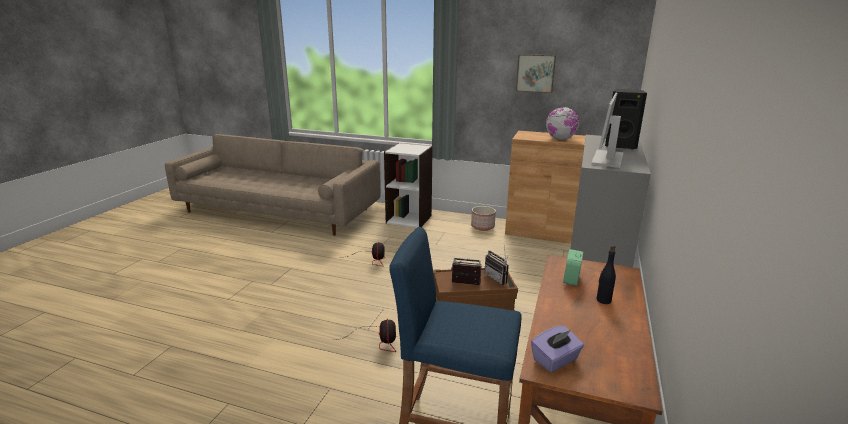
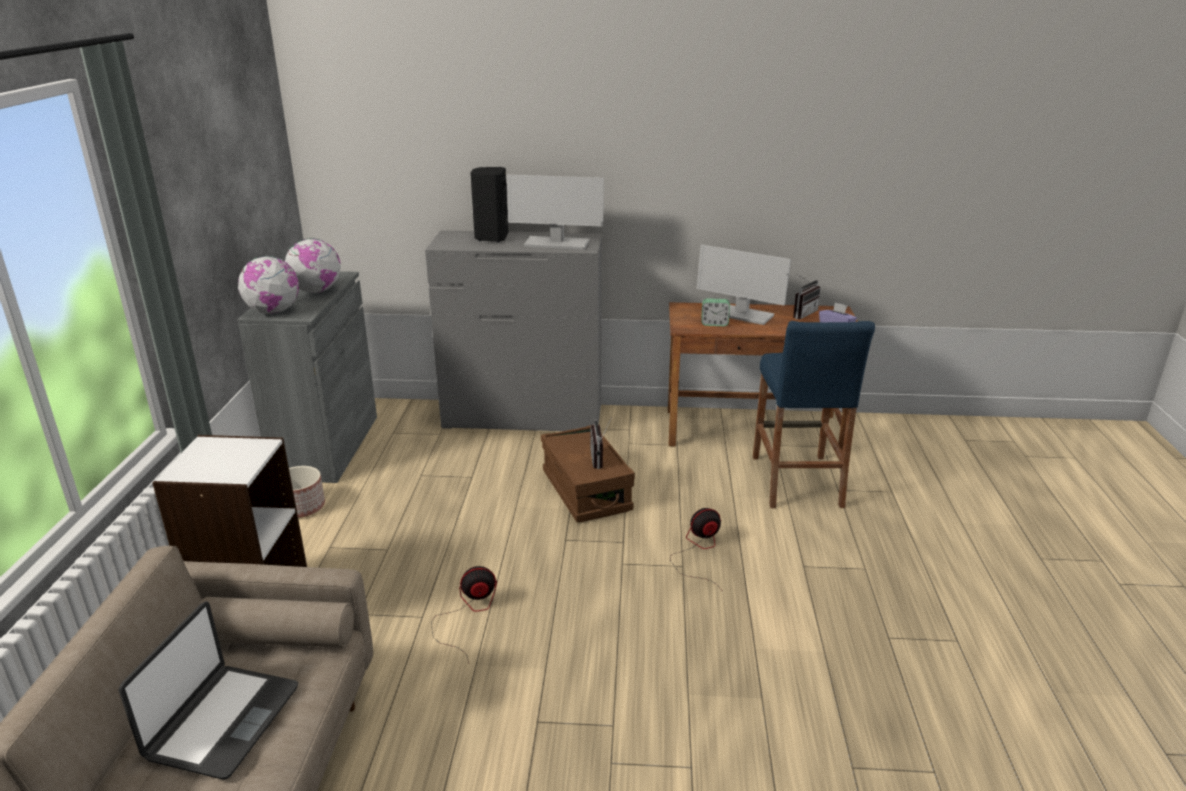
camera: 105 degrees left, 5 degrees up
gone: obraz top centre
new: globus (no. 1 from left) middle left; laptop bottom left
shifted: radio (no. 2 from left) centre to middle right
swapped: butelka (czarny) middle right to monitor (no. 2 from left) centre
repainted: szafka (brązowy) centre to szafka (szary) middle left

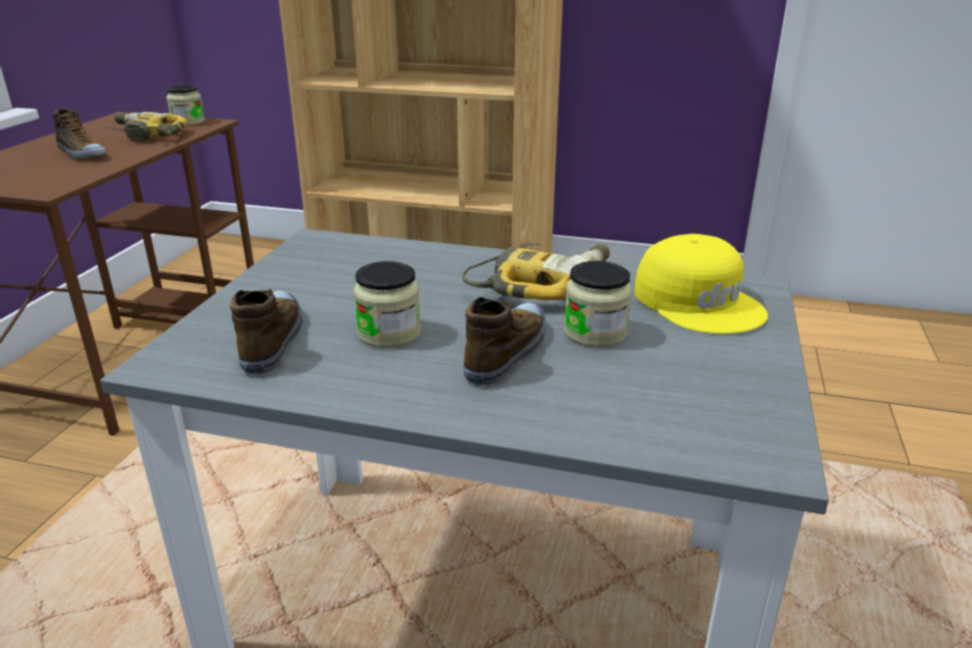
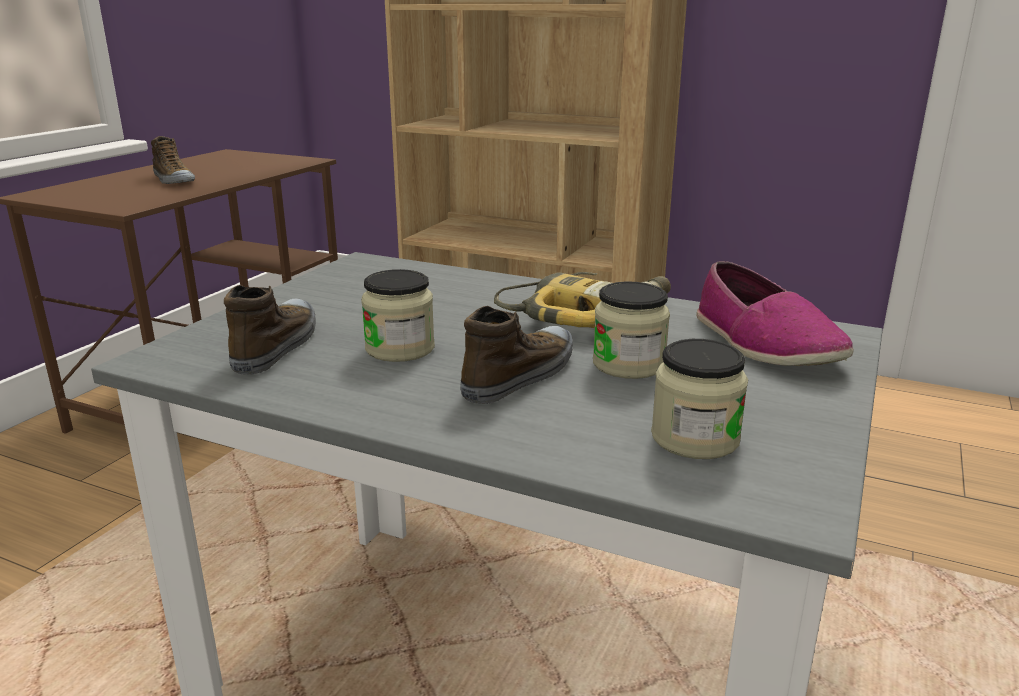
camera: 10 degrees right, 5 degrees down
gone: wiertarka (no. 1 from left) top left
shifted: słoik (no. 1 from left in the first image) top left to słoik (no. 3 from left) middle right
swapped: czapka z daszkiem (żółty) middle right to but (no. 4 from left) middle right

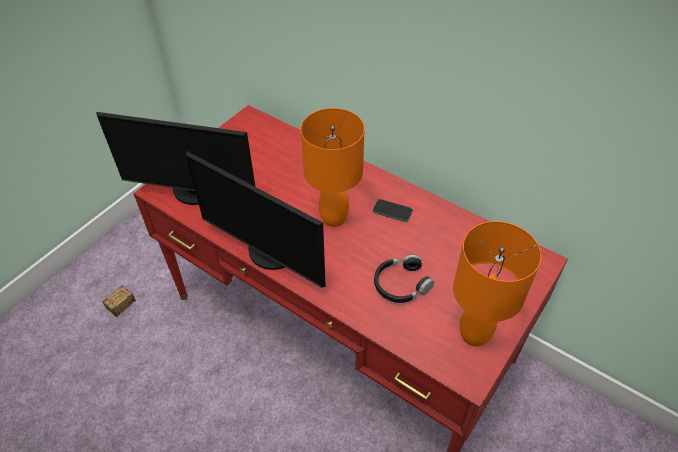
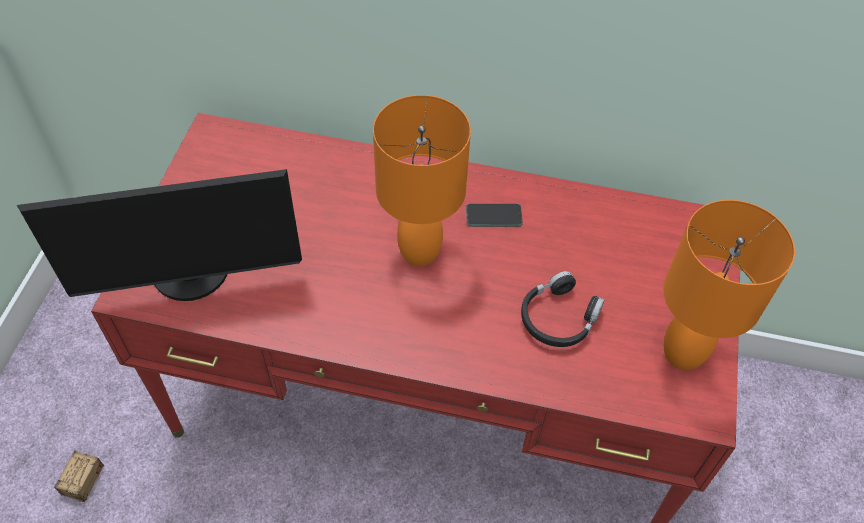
camera: 25 degrees left, 5 degrees up
gone: monitor (no. 2 from left) centre

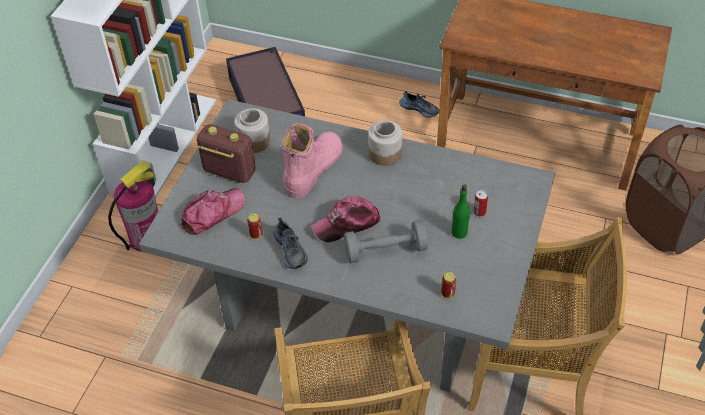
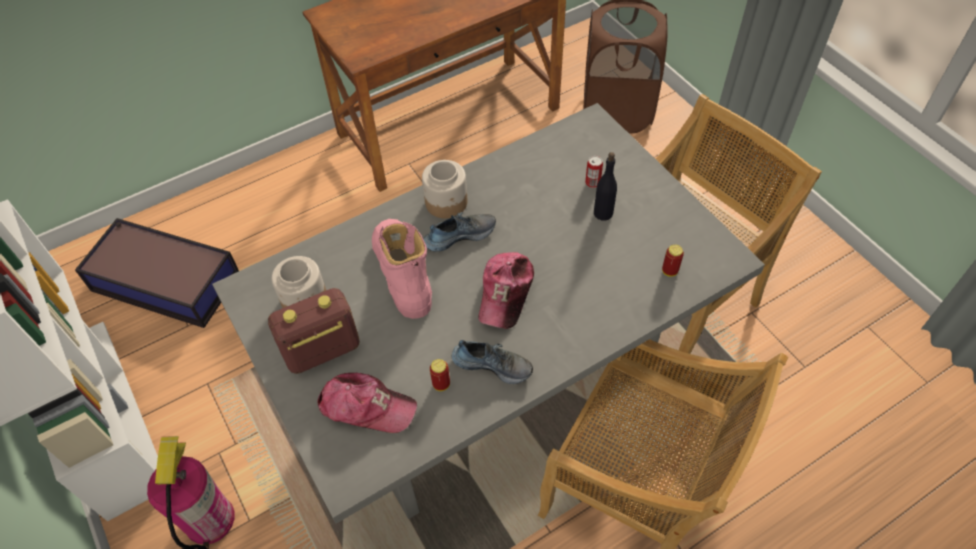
camera: 50 degrees left, 5 degrees up
gone: hantel (szary) centre
shifted: but (no. 2 from left in the first image) top centre to but (no. 1 from left) centre
repainted: butelka (zielony) centre to butelka (czarny) centre
rotated: czapka z daszkiem (no. 1 from left) middle left = bottom centre 105 degrees clockwise

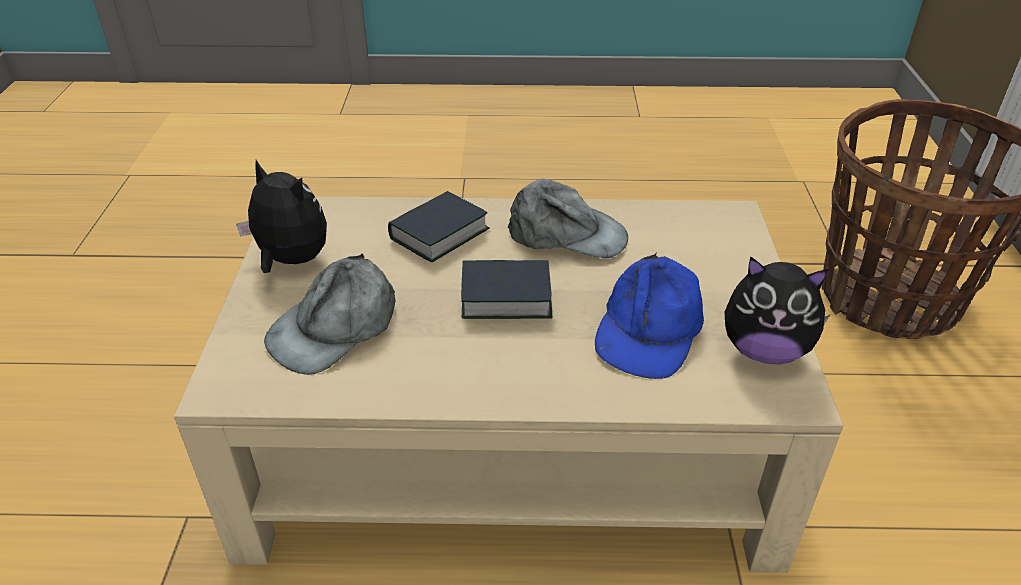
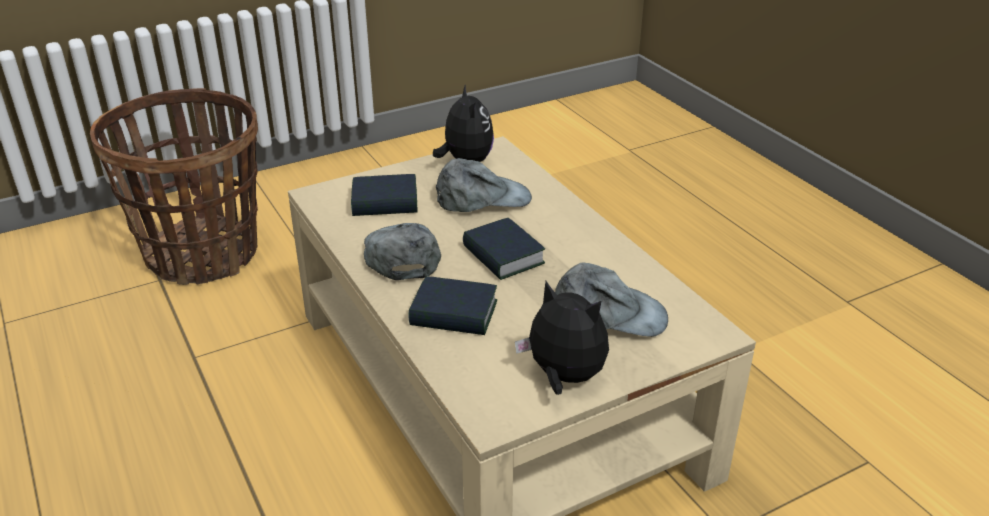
camera: 120 degrees left, 5 degrees down
new: książka (no. 1 from left) centre
repainted: czapka z daszkiem (niebieski) centre to czapka z daszkiem (szary) (no. 2 from left) centre
rotated: pluszak (no. 1 from left in the first image) middle left = centre 120 degrees clockwise

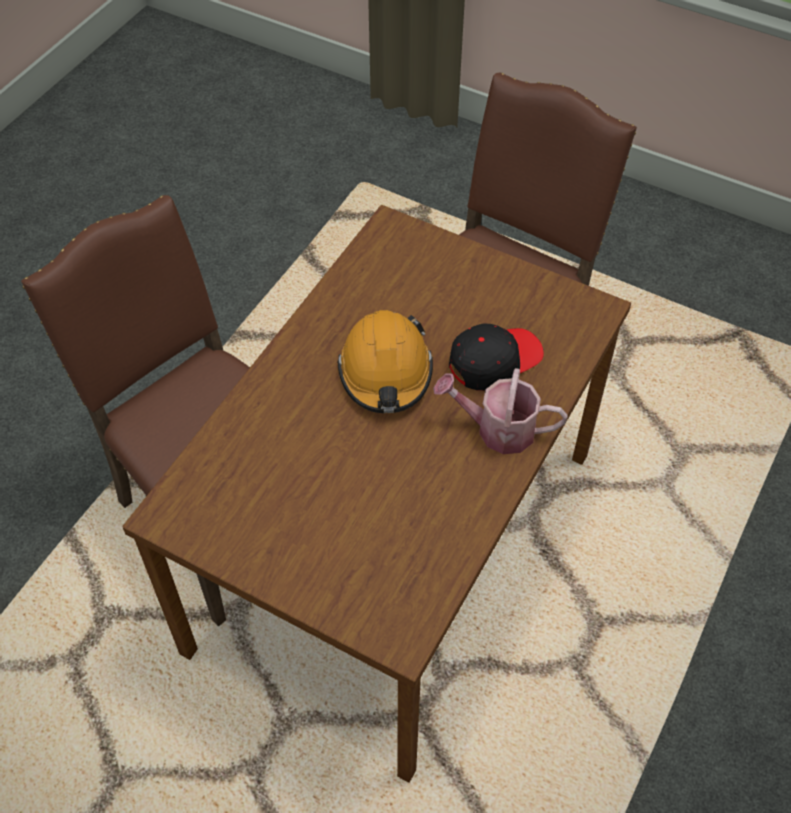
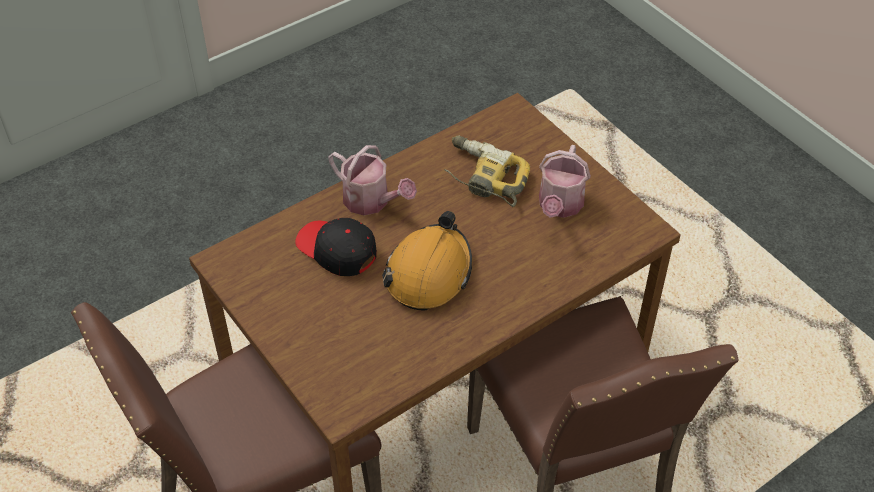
camera: 155 degrees left, 5 degrees down
new: wiertarka centre; konewka (no. 2 from left) centre
rotated: czapka z daszkiem (czarny) centre = centre 45 degrees clockwise

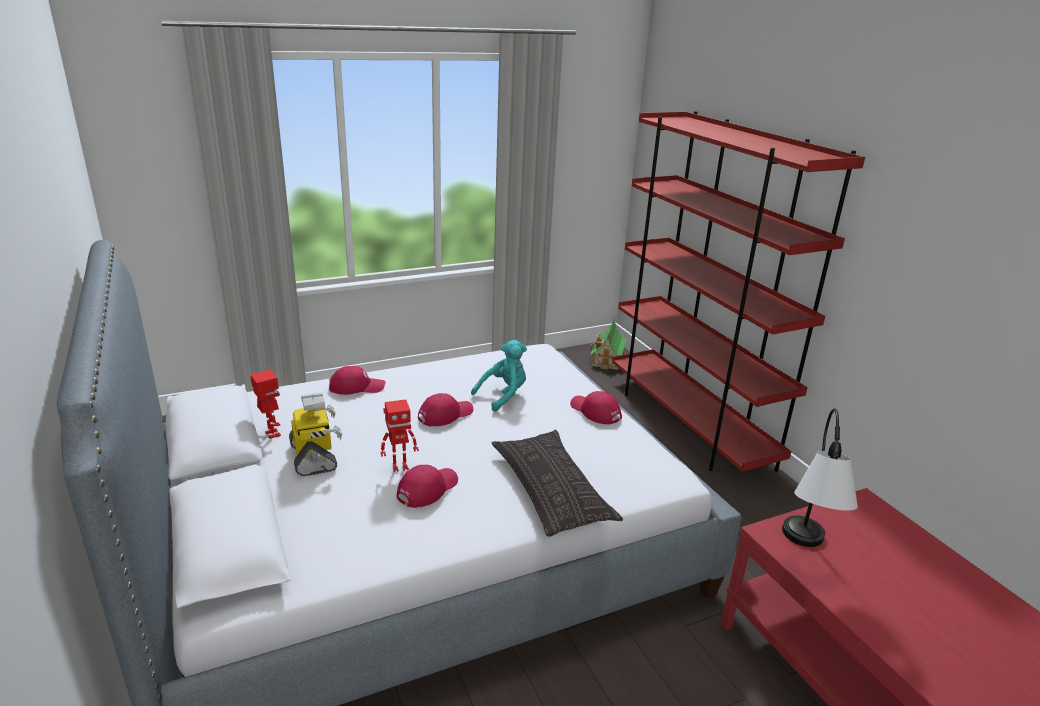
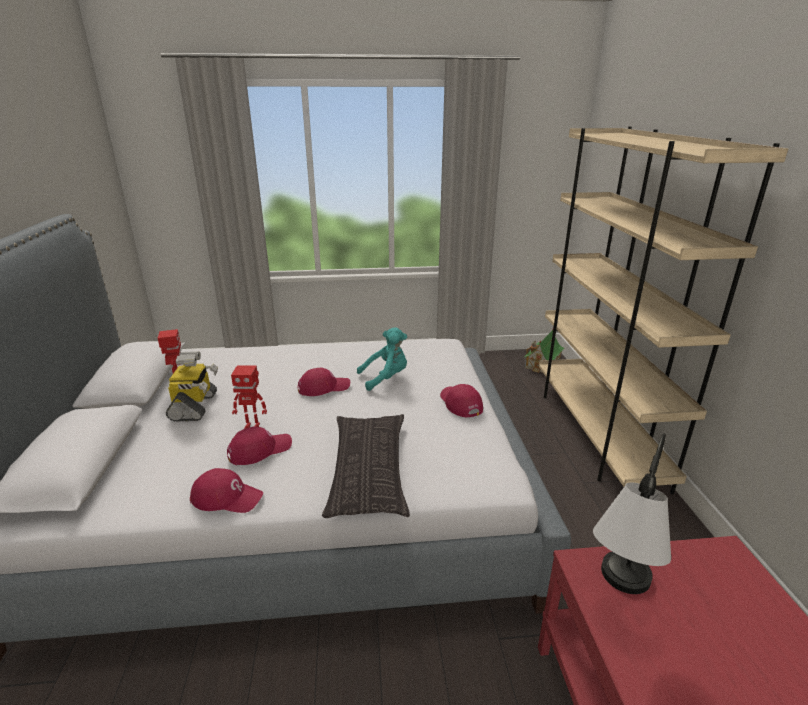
camera: 20 degrees right, 0 degrees up
shifted: czapka z daszkiem (czerwony) (no. 1 from left) centre to bottom left
repainted: regał (czerwony) middle right to regał (beżowy) middle right

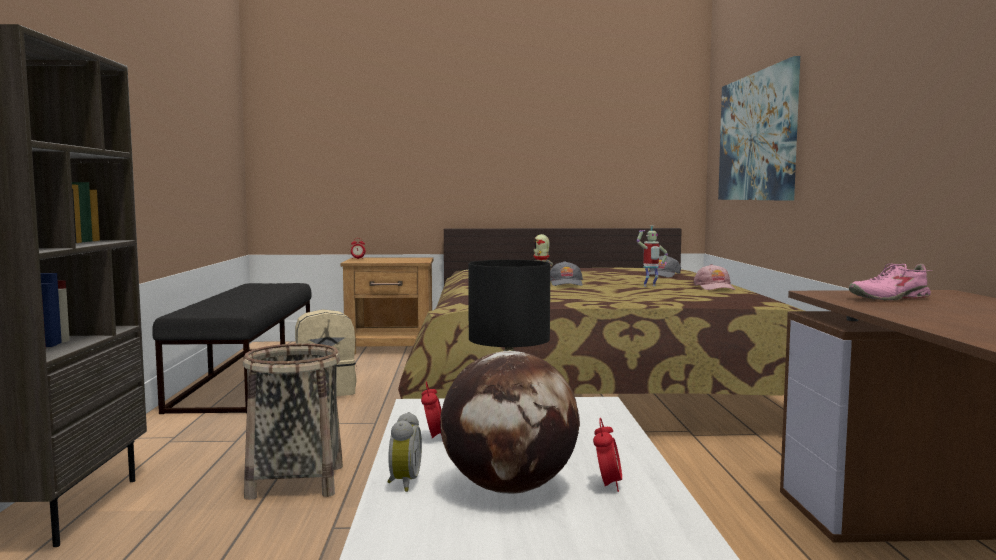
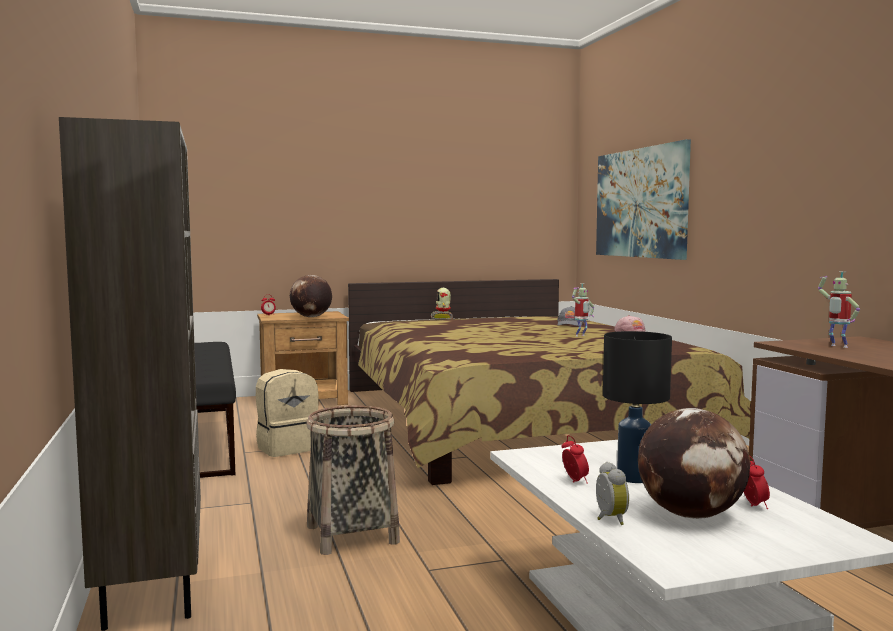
camera: 15 degrees left, 0 degrees up
gone: czapka z daszkiem (szary) (no. 1 from left) centre
new: globus (no. 1 from left) centre
swapped: but (różowy) middle right to robot zabawkowy (no. 3 from left) middle right

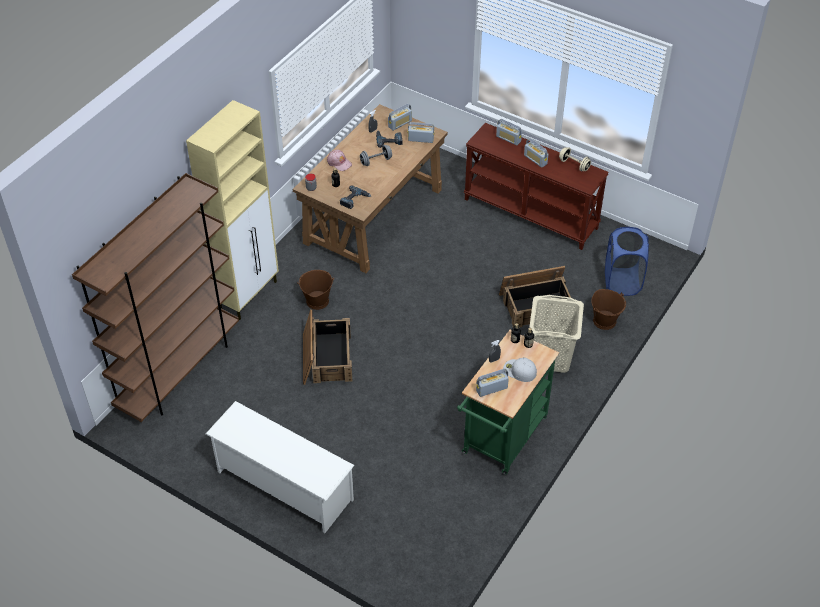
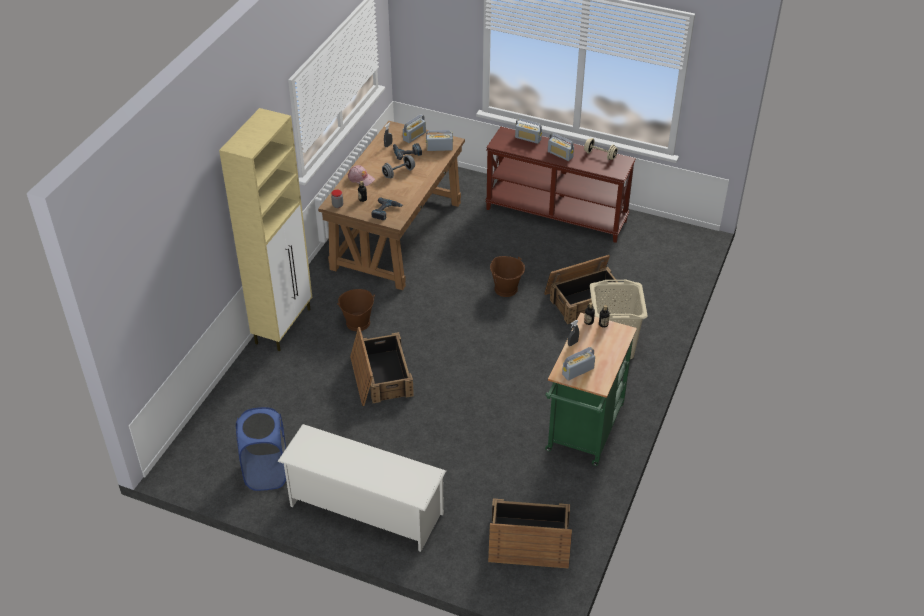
camera: 10 degrees left, 5 degrees down
gone: regał (brązowy) middle left; czapka z daszkiem (biały) centre
new: skrzynka (no. 2 from left) bottom centre
shifted: kosz na pranie (niebieski) middle right to bottom left; wiadro (brązowy) (no. 2 from left) middle right to centre

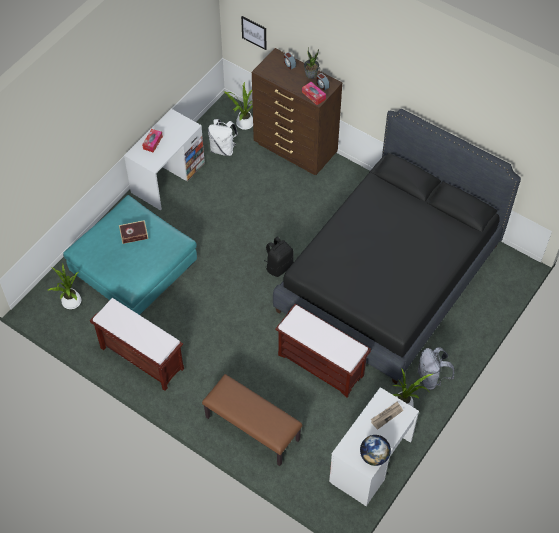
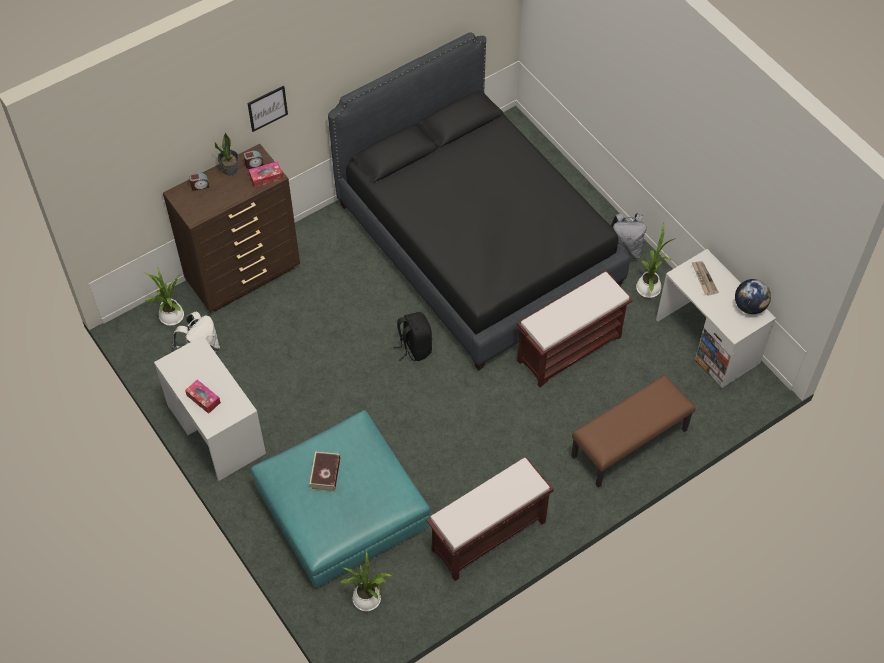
camera: 70 degrees left, 0 degrees up
shifted: obraz top centre to top left

